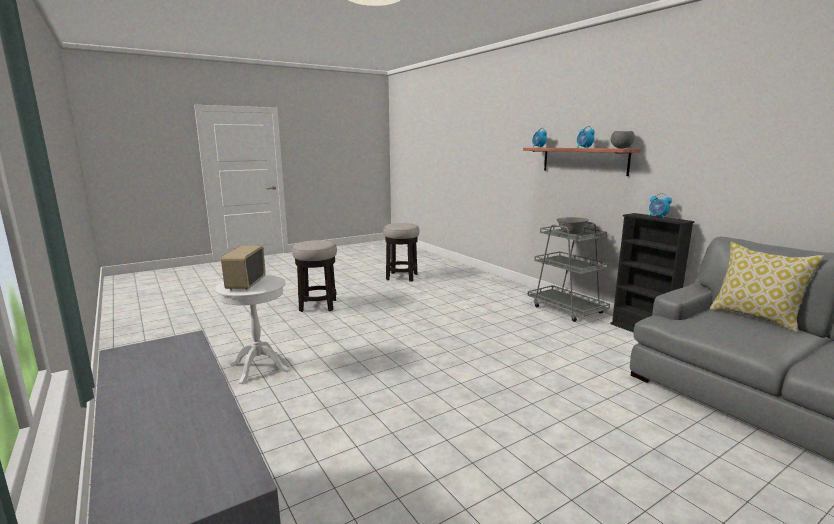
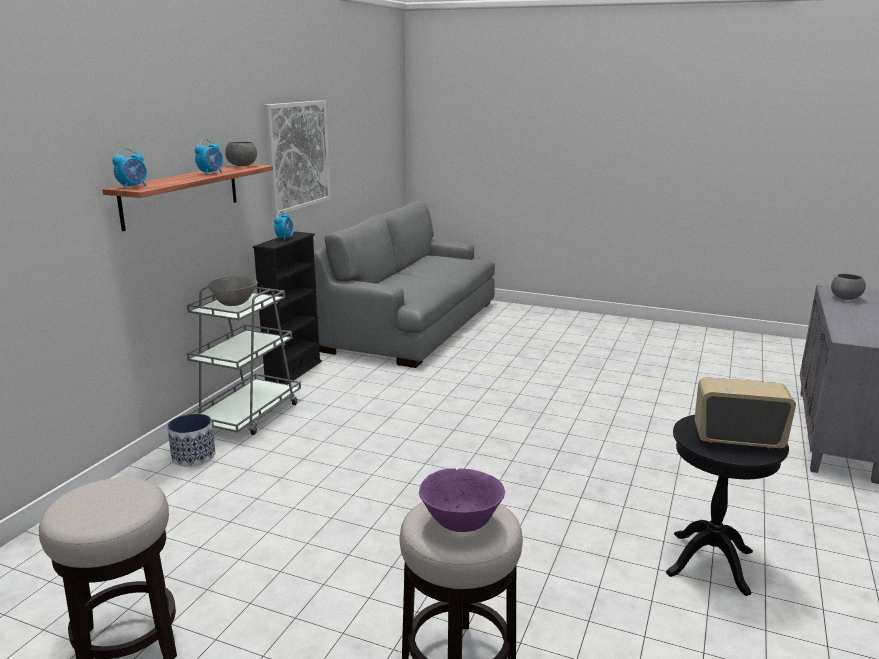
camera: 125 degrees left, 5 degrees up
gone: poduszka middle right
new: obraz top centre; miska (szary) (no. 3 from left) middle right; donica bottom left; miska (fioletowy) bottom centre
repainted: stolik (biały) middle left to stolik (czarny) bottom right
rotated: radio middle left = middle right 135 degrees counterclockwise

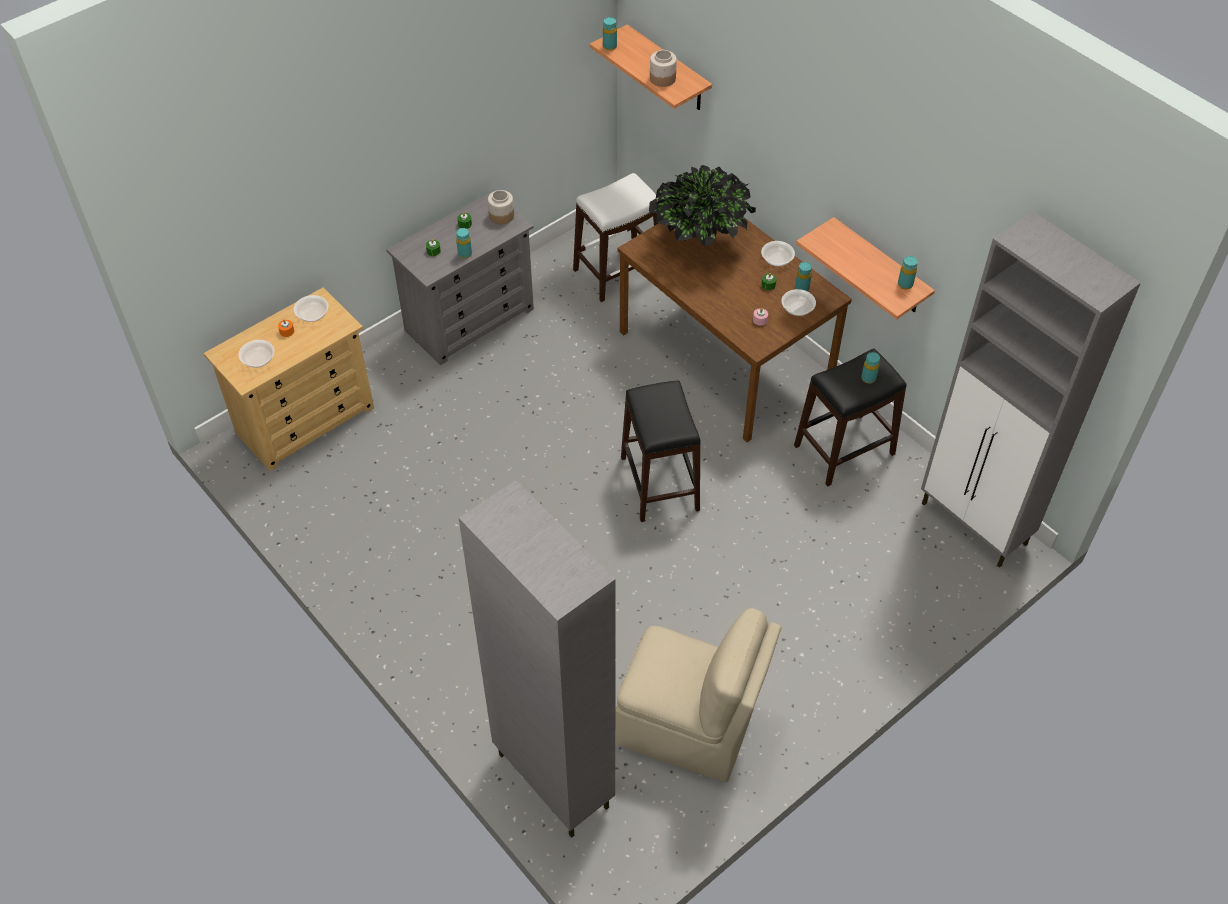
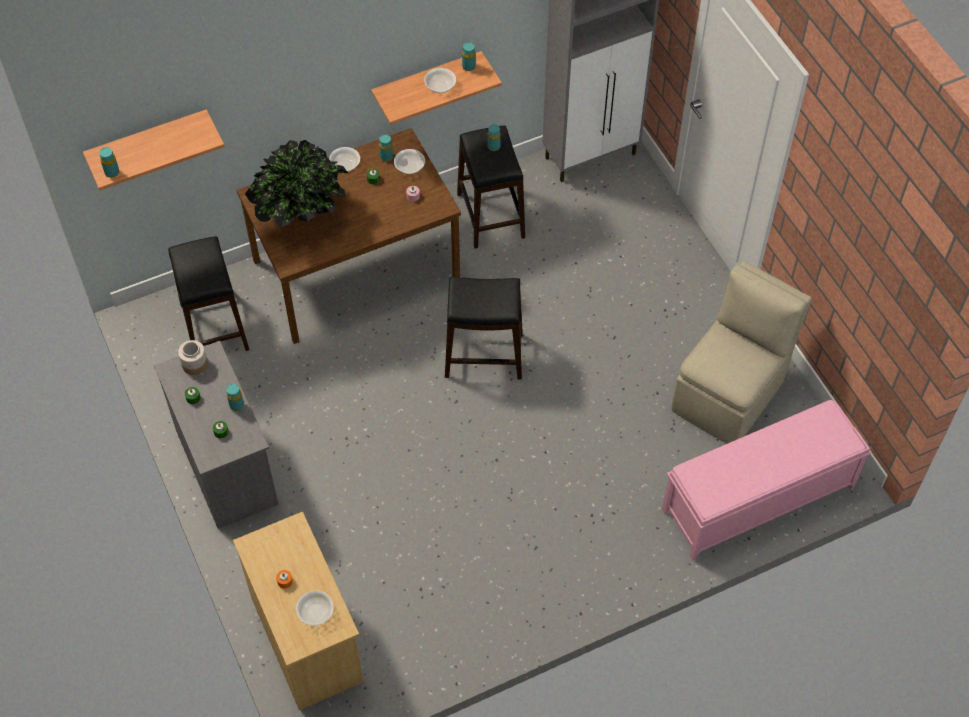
camera: 75 degrees left, 5 degrees up
gone: słoik (no. 2 from left) top centre
shifted: miska (no. 2 from left in the first image) middle left to miska (no. 4 from left) top centre
swapped: szafka (szary) (no. 1 from left) bottom centre to ławka (różowy) bottom right
repainted: stołek (biały) top centre to stołek (czarny) (no. 1 from left) middle left

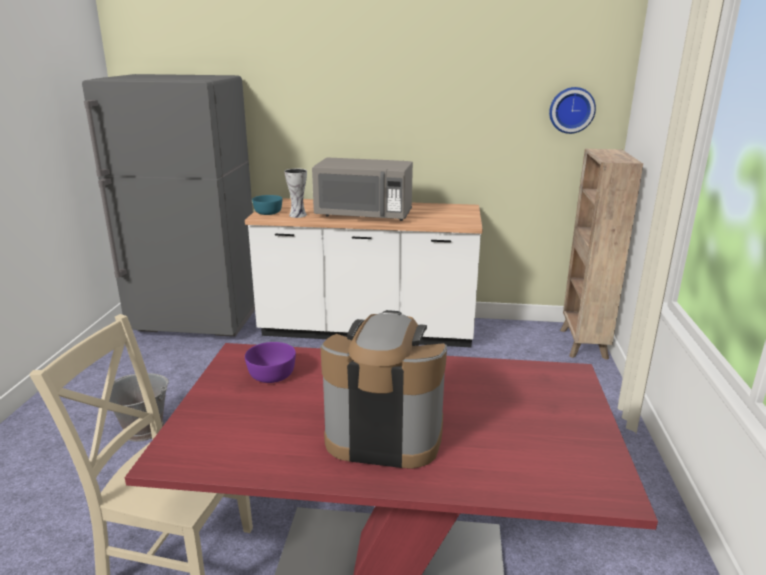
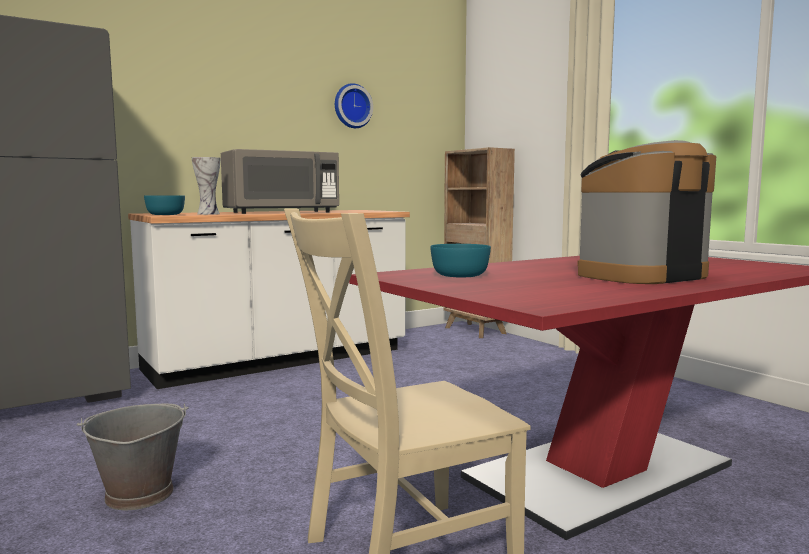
camera: 40 degrees left, 15 degrees down
shifted: zegar ścienny top right to top centre
repainted: miska (fioletowy) centre to miska (turkusowy) (no. 2 from left) centre

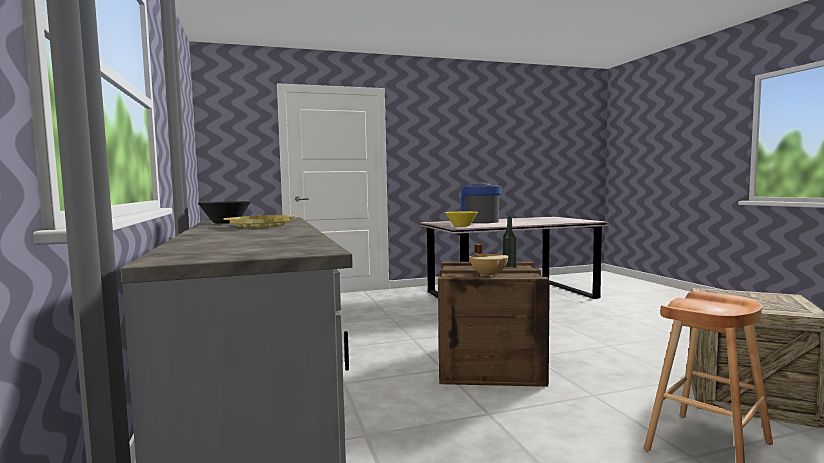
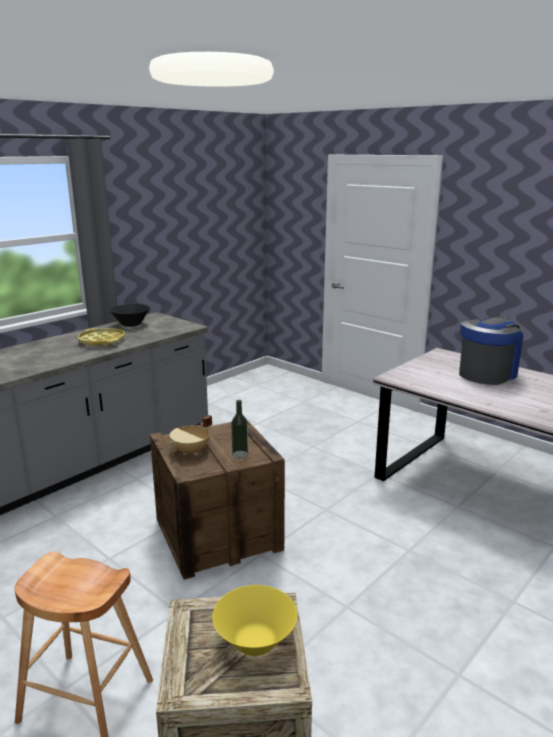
camera: 60 degrees right, 15 degrees up
shifted: miska (żółty) centre to bottom centre

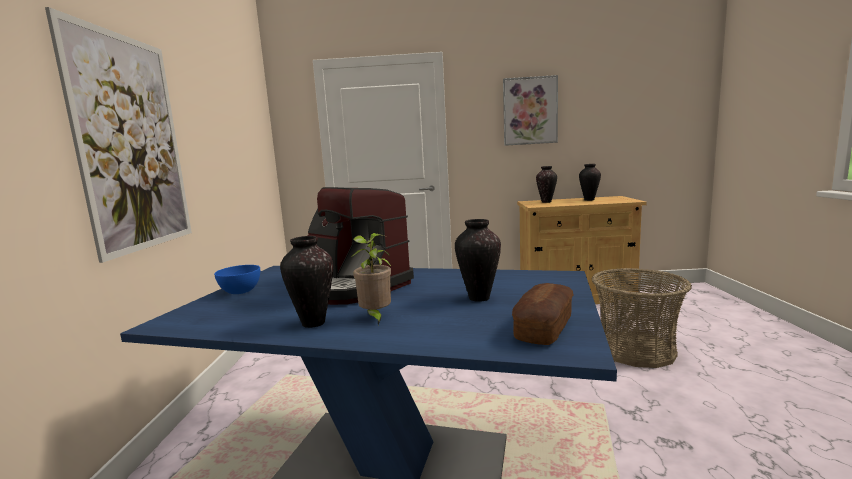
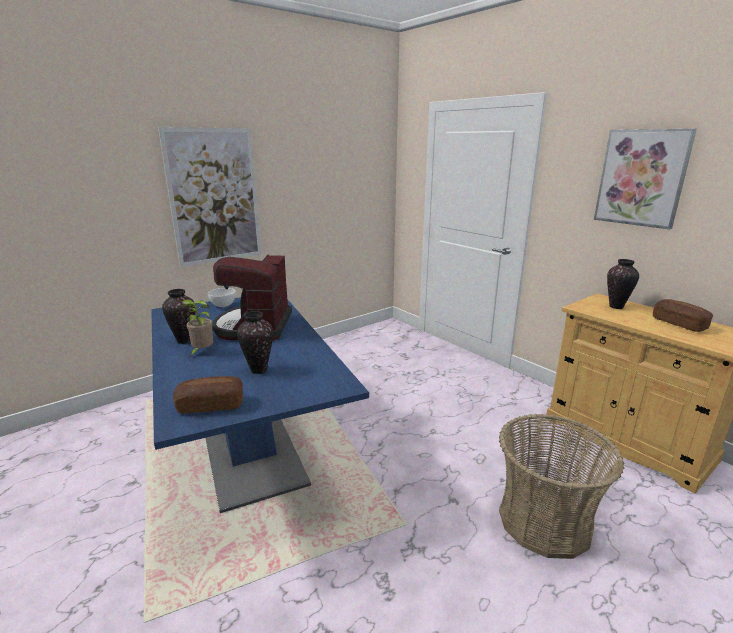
camera: 50 degrees right, 10 degrees up
swapped: wazon (no. 4 from left) middle right to chleb (no. 2 from left) middle right
repainted: miska (niebieski) middle left to miska (biały) middle left

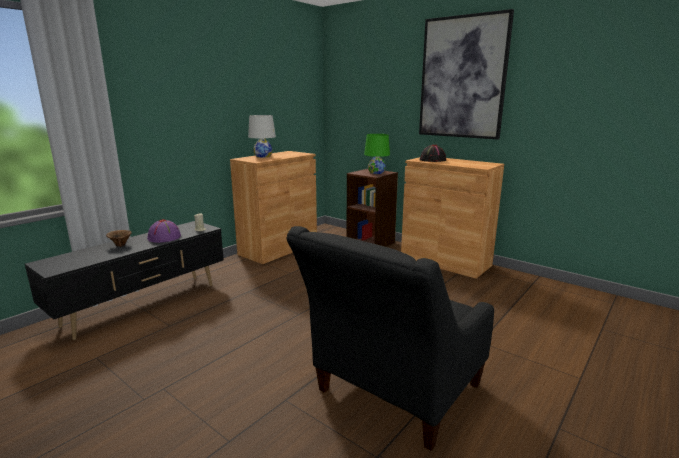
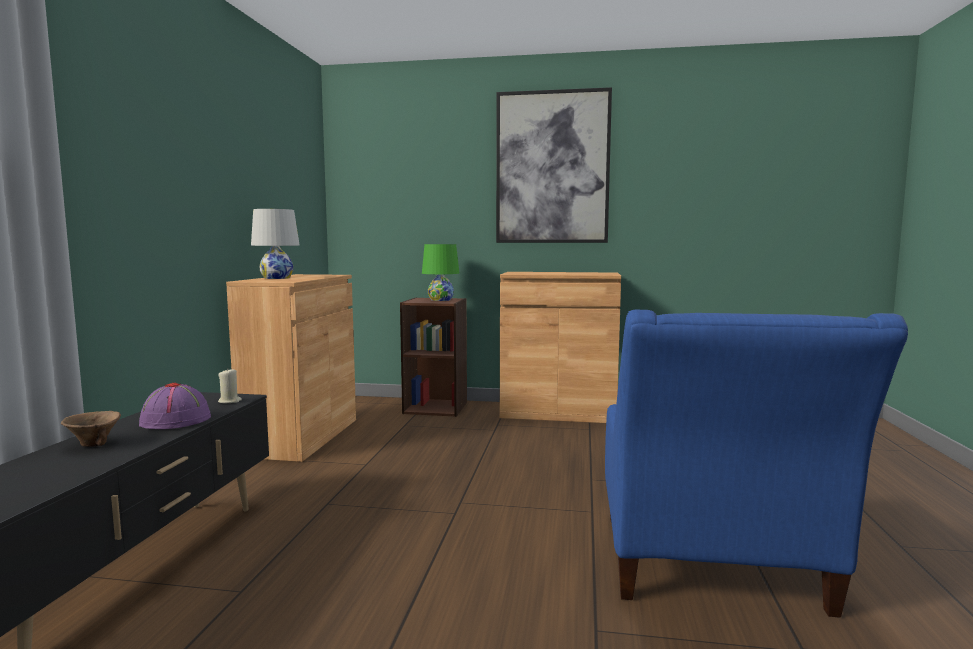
camera: 30 degrees left, 10 degrees down
gone: kapelusz (czarny) centre
repainted: fotel (czarny) bottom centre to fotel (niebieski) bottom right

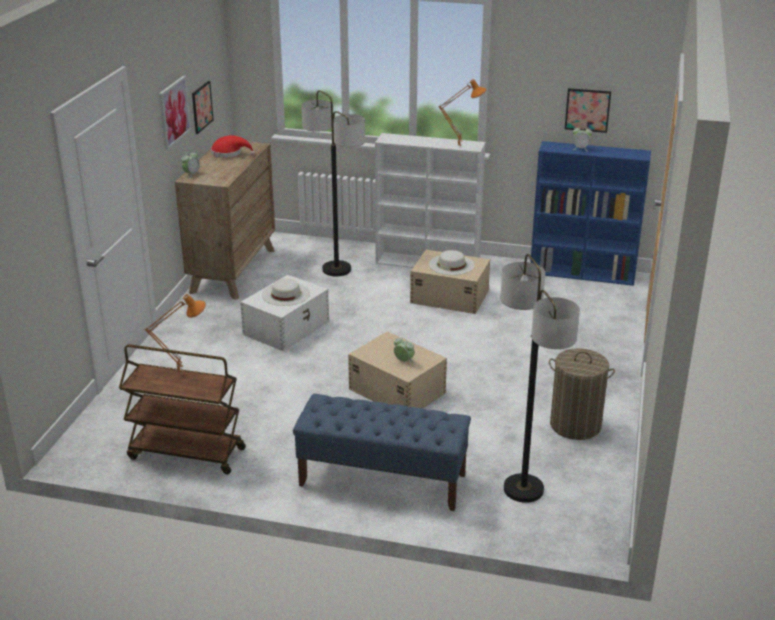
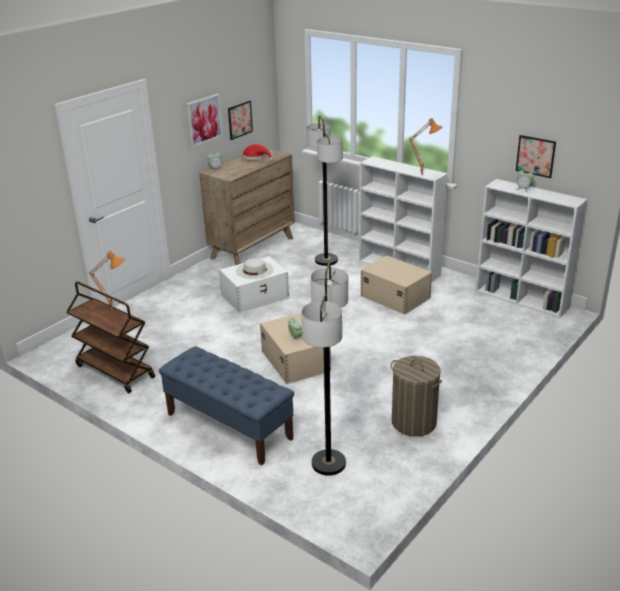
camera: 25 degrees right, 0 degrees up
gone: kapelusz (biały) (no. 2 from left) centre
repainted: regał (niebieski) middle right to regał (biały) (no. 2 from left) middle right

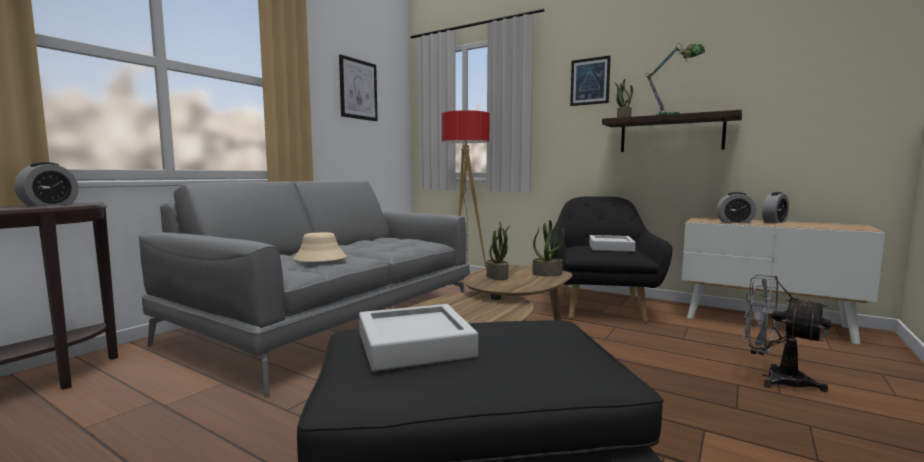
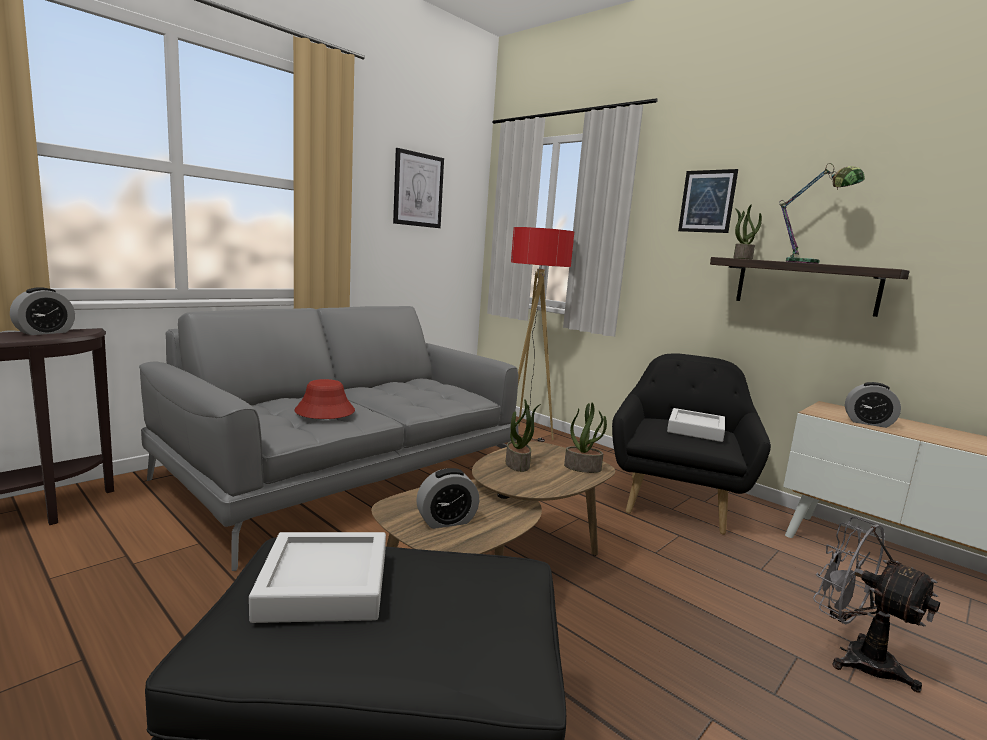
camera: 10 degrees right, 5 degrees up
shifted: budzik (no. 3 from left in the first image) middle right to budzik (no. 2 from left) bottom centre
repainted: kapelusz (beżowy) centre to kapelusz (czerwony) middle left

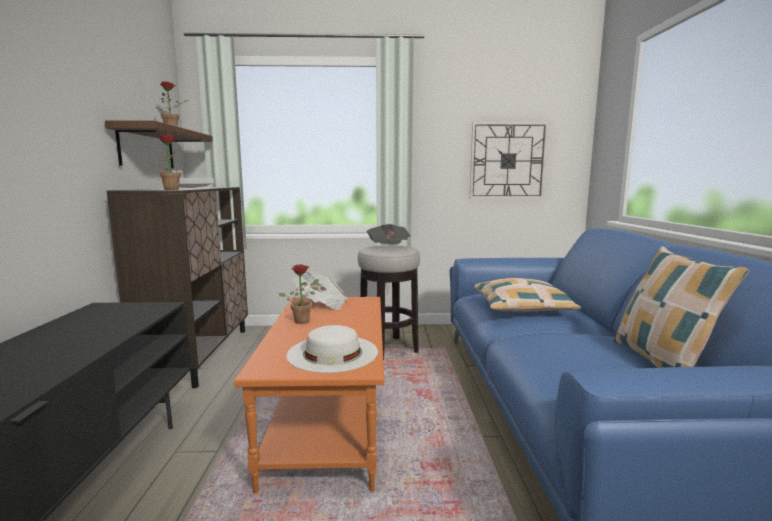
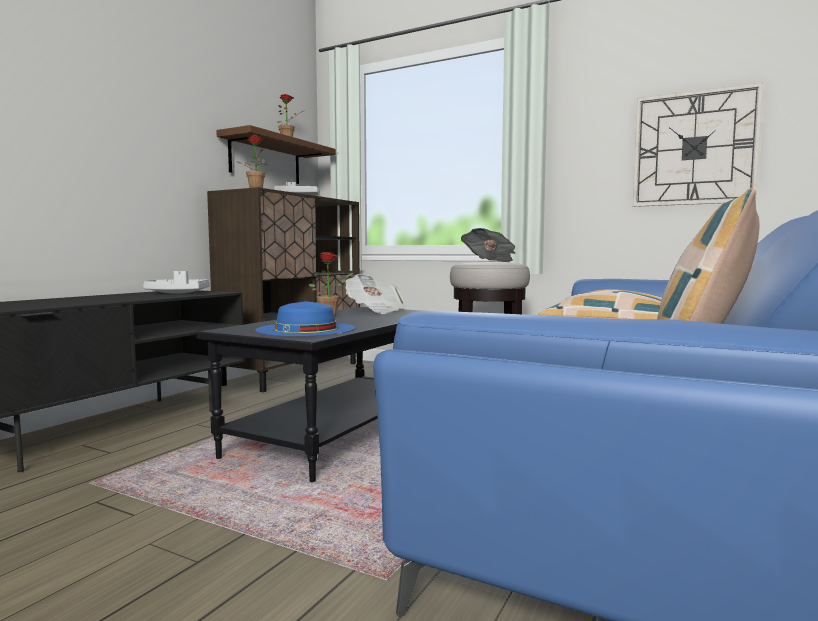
camera: 30 degrees right, 5 degrees down
new: taca (szary) (no. 1 from left) middle left
repainted: ława (pomarańczowy) bottom centre to ława (czarny) centre; kapelusz (biały) bottom centre to kapelusz (niebieski) centre

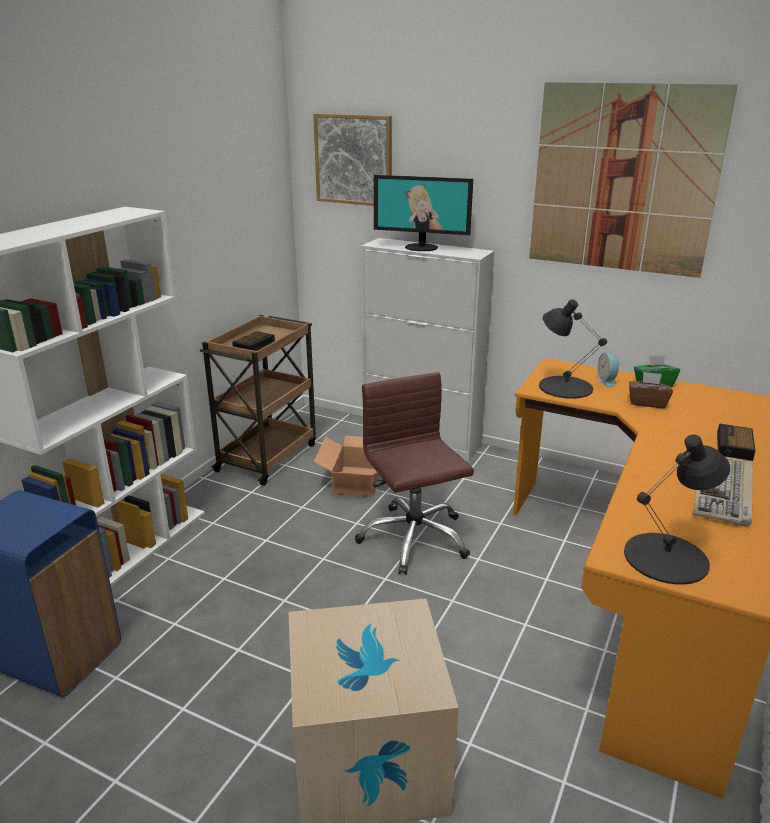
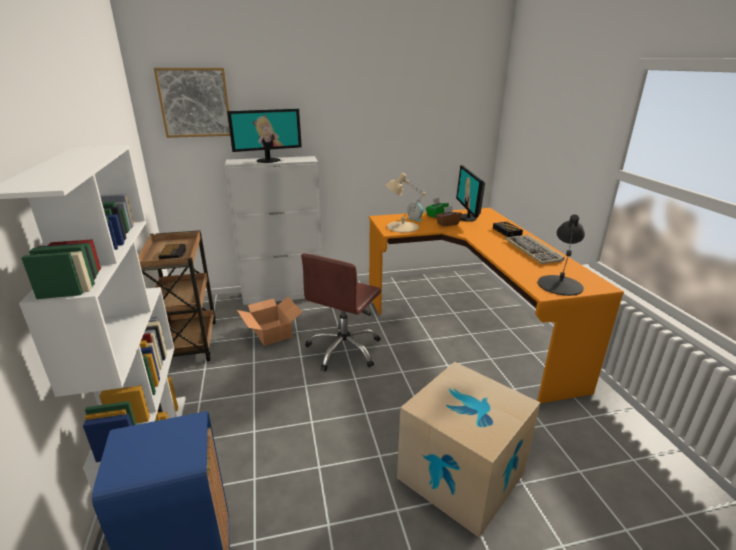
camera: 40 degrees left, 0 degrees up
gone: obraz (no. 2 from left) top right
new: monitor (no. 2 from left) centre
repainted: lampa stołowa (czarny) (no. 1 from left) middle right to lampa stołowa (beżowy) centre
rotated: krzesło biurowe (brązowy) centre = centre 90 degrees counterclockwise

